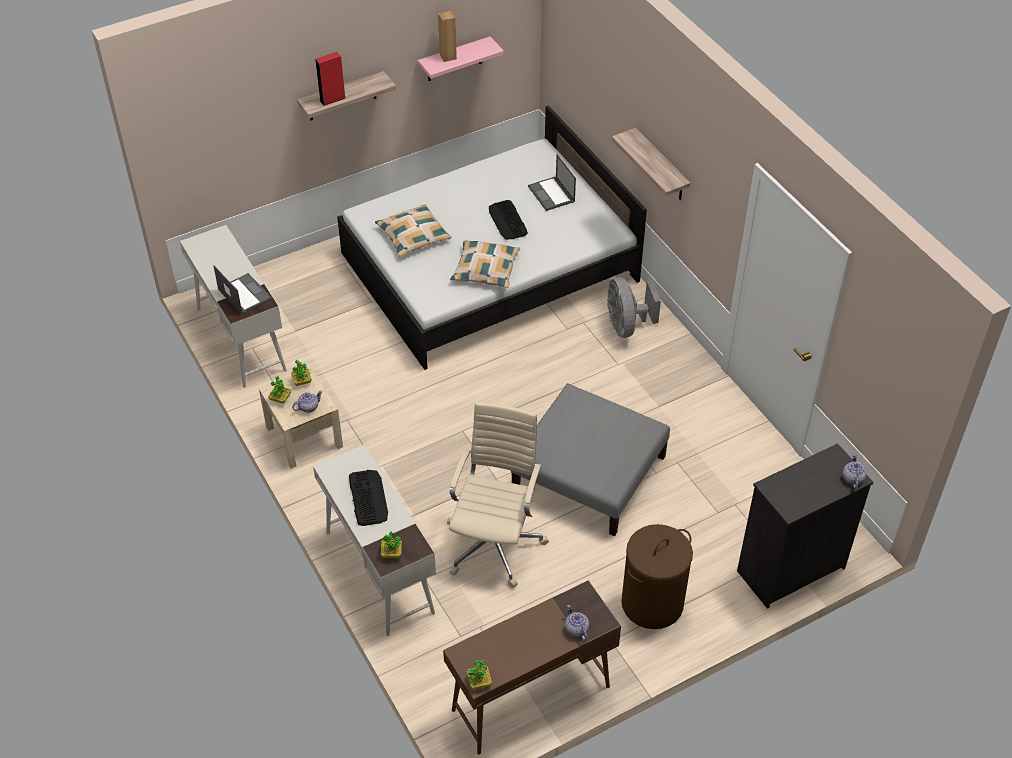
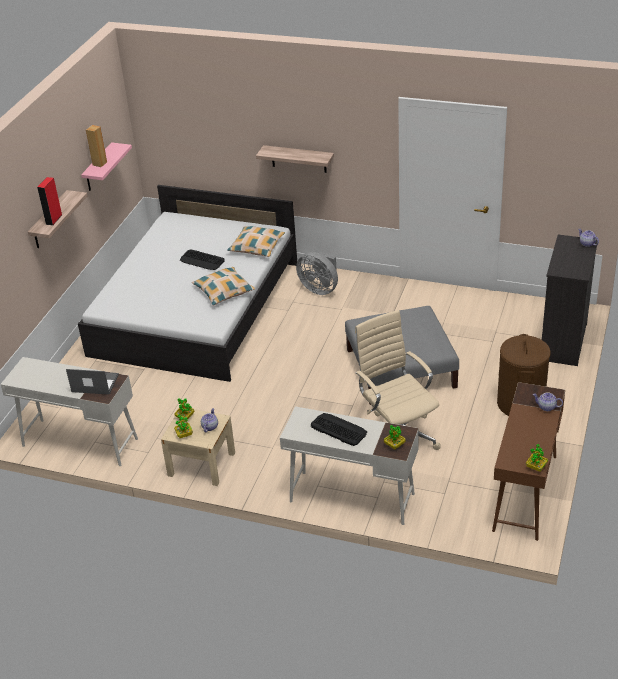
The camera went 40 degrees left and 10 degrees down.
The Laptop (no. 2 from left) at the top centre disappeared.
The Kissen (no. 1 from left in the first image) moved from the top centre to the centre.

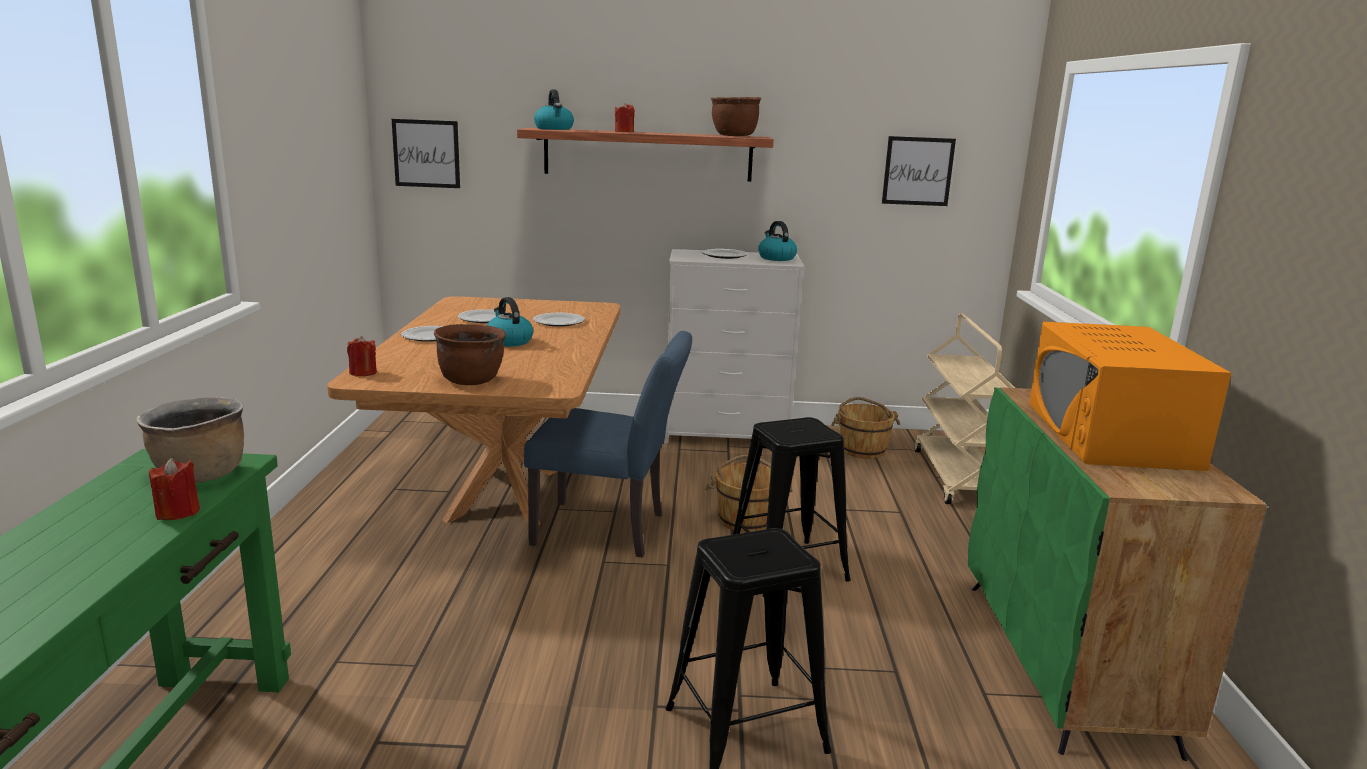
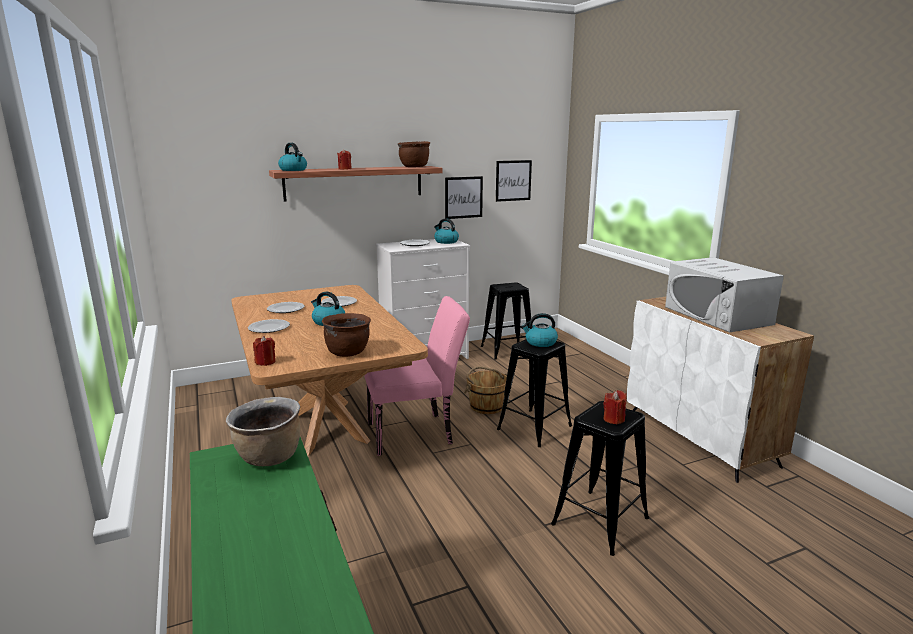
The camera went 25 degrees left and 0 degrees up.
The Rollwagen [beige] at the middle right disappeared.
The Wasserkessel (no. 4 from left) at the centre appeared.
The Kerze [rot] (no. 1 from left in the first image) moved from the middle left to the middle right.
The Bild (no. 1 from left) moved from the top left to the top centre.
The Eimer [braun] (no. 2 from left) at the centre was replaced by the Hocker [schwarz] (no. 1 from left) at the centre.
The Stuhl [blau] at the centre became the Stuhl [rosa] at the centre.
The Schrank [grün] at the bottom right became the Schrank [weiß] at the middle right.
The Mikrowelle [orange] at the middle right became the Mikrowelle [weiß] at the middle right.

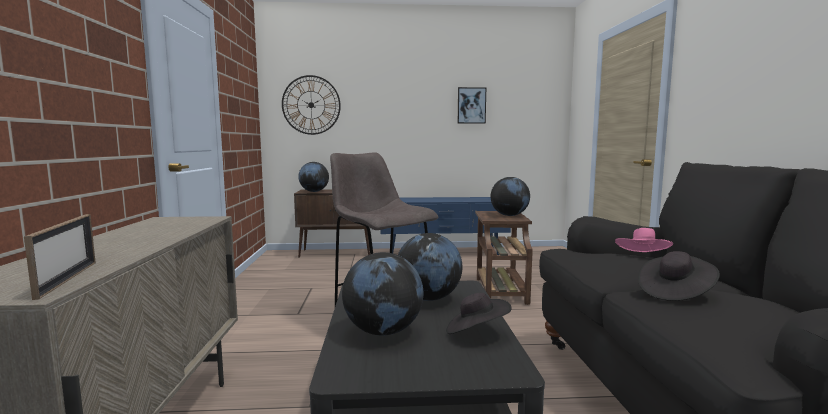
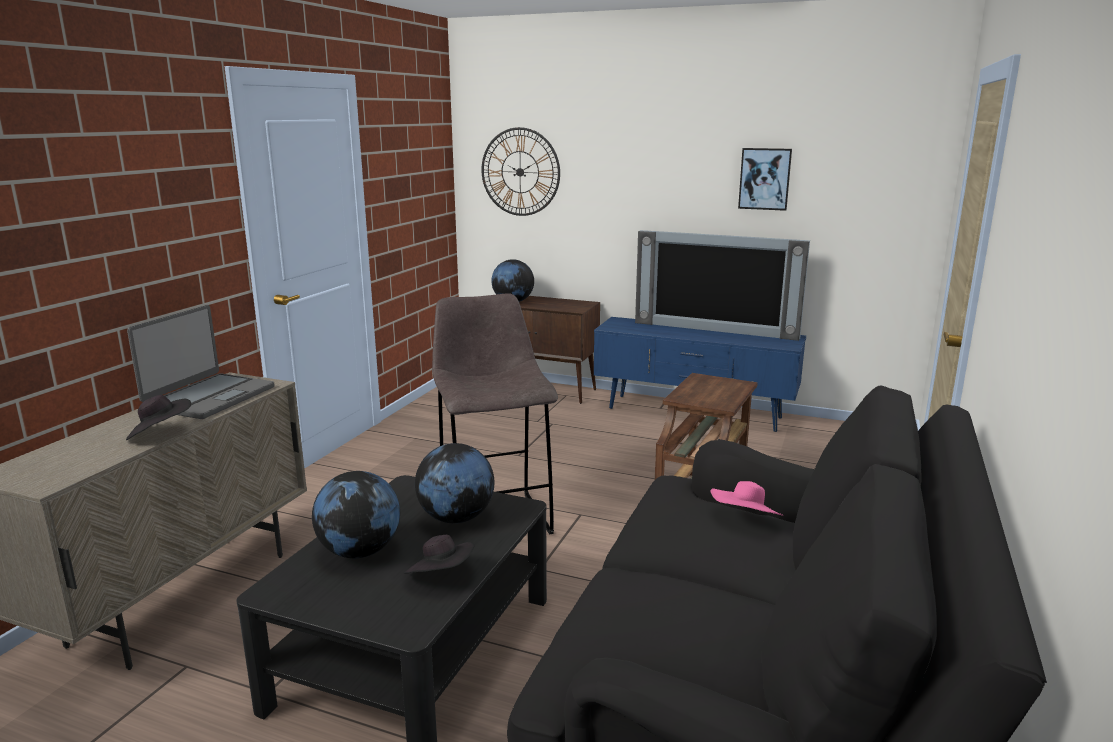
The camera went 25 degrees right and 10 degrees up.
The Bilderrahmen at the middle left disappeared.
The Globus (no. 4 from left) at the centre disappeared.
The Laptop at the middle left appeared.
The Fernseher at the centre appeared.
The Hut [schwarz] (no. 2 from left in the first image) moved from the bottom right to the middle left.

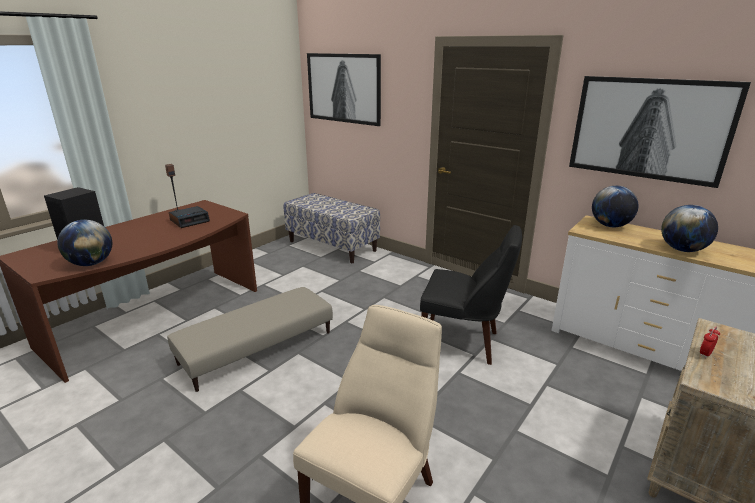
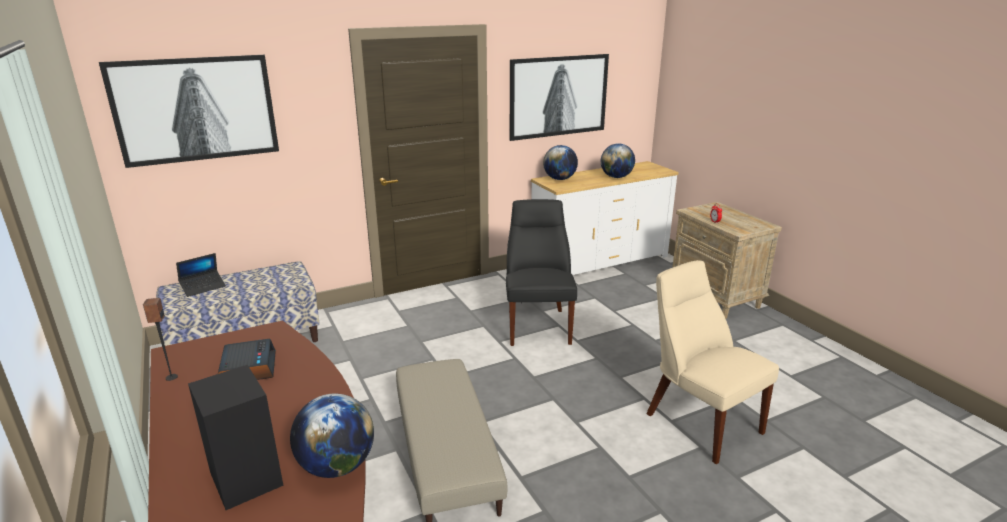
The camera went 65 degrees left and 0 degrees up.
The Laptop at the middle left appeared.
The Stuhl [schwarz] at the centre turned 45 degrees counterclockwise.

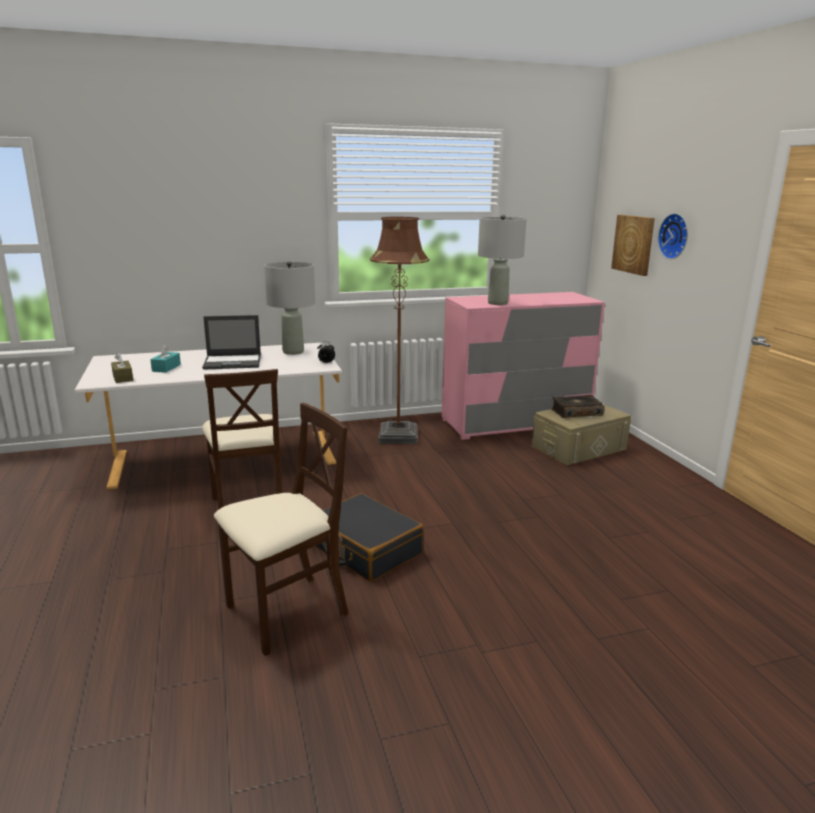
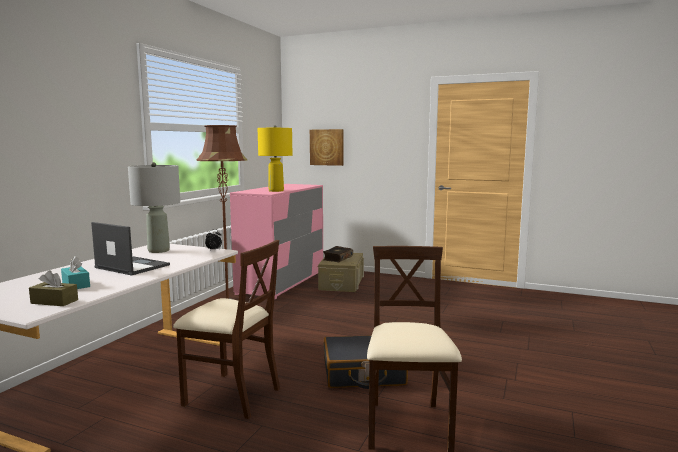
The camera went 50 degrees left and 10 degrees down.
The Wanduhr at the top right disappeared.
The Tischlampe [grau] (no. 2 from left) at the top centre became the Tischlampe [gelb] at the centre.
The Laptop at the middle left turned 90 degrees counterclockwise.

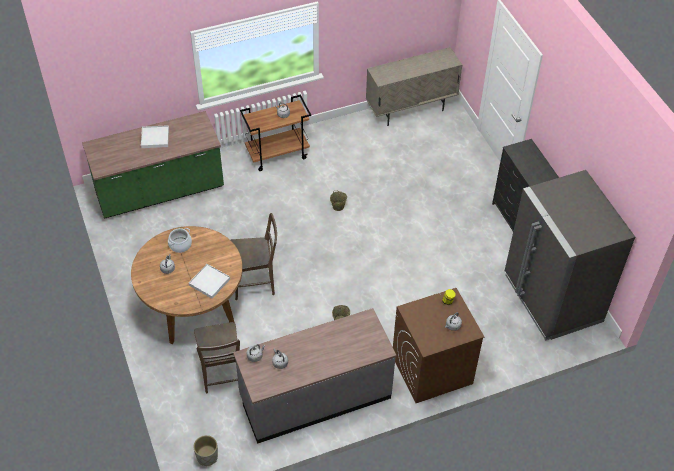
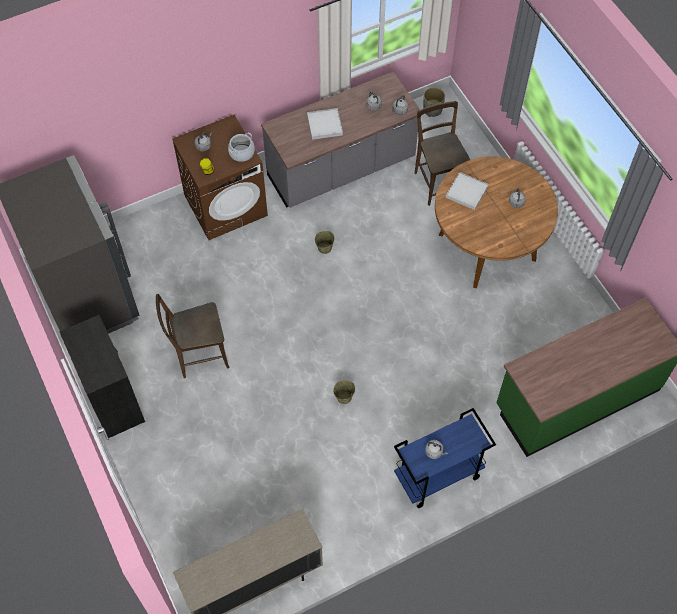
The camera went 175 degrees right and 10 degrees up.
The Tablett [weiß] (no. 1 from left) moved from the top left to the top centre.
The Kochtopf moved from the middle left to the top centre.
The Stuhl [braun] (no. 2 from left in the first image) moved from the centre to the middle left.
The Rollwagen [braun] at the top centre became the Rollwagen [blau] at the bottom centre.

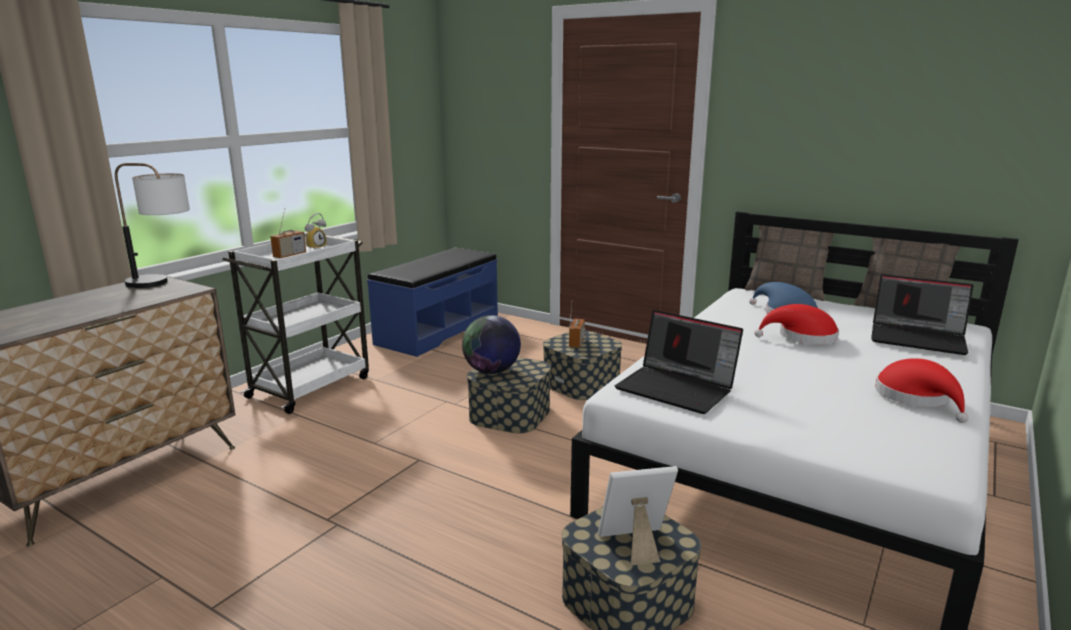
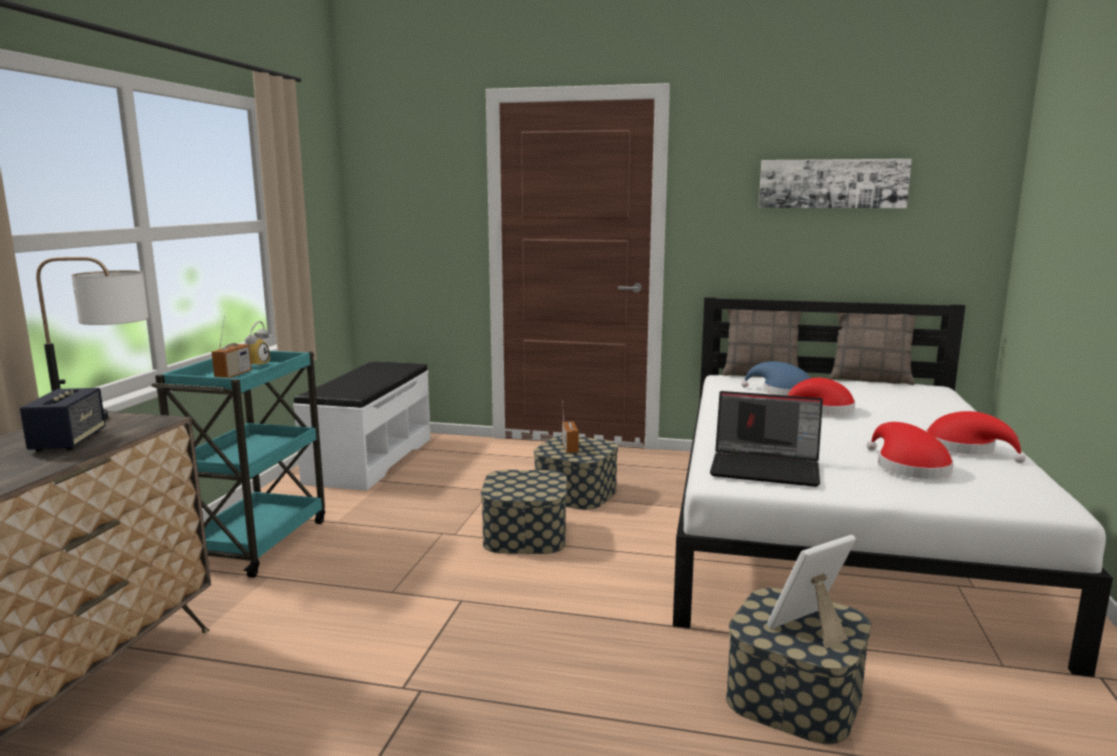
The camera went 20 degrees left and 5 degrees down.
The Globus at the centre disappeared.
The Laptop (no. 2 from left) at the middle right disappeared.
The Lautsprecher at the middle left appeared.
The Bild at the top right appeared.
The Hut [rot] (no. 2 from left) at the middle right appeared.
The Rollwagen [weiß] at the middle left became the Rollwagen [türkis] at the middle left.
The Bank [blau] at the centre became the Bank [weiß] at the middle left.

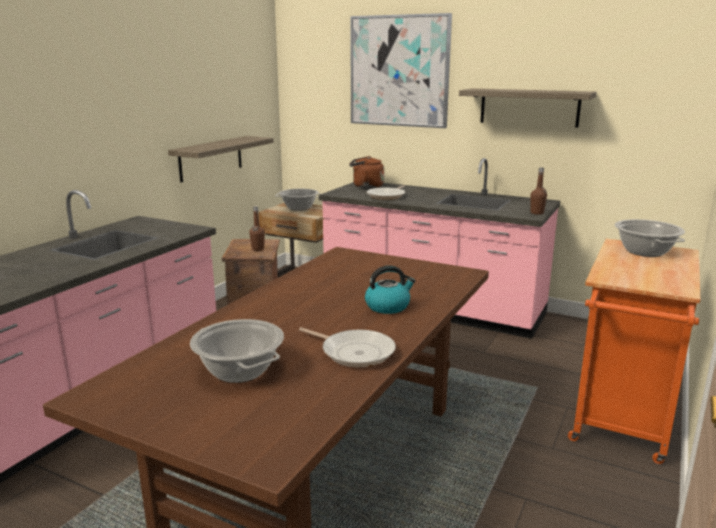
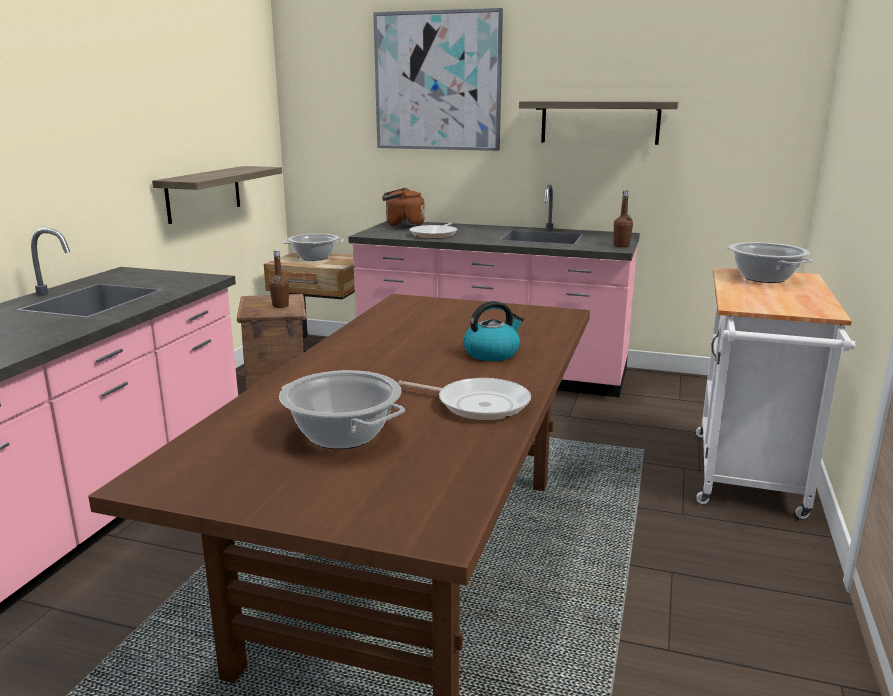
The camera went 10 degrees left and 0 degrees up.
The Rollwagen [orange] at the middle right became the Rollwagen [weiß] at the middle right.

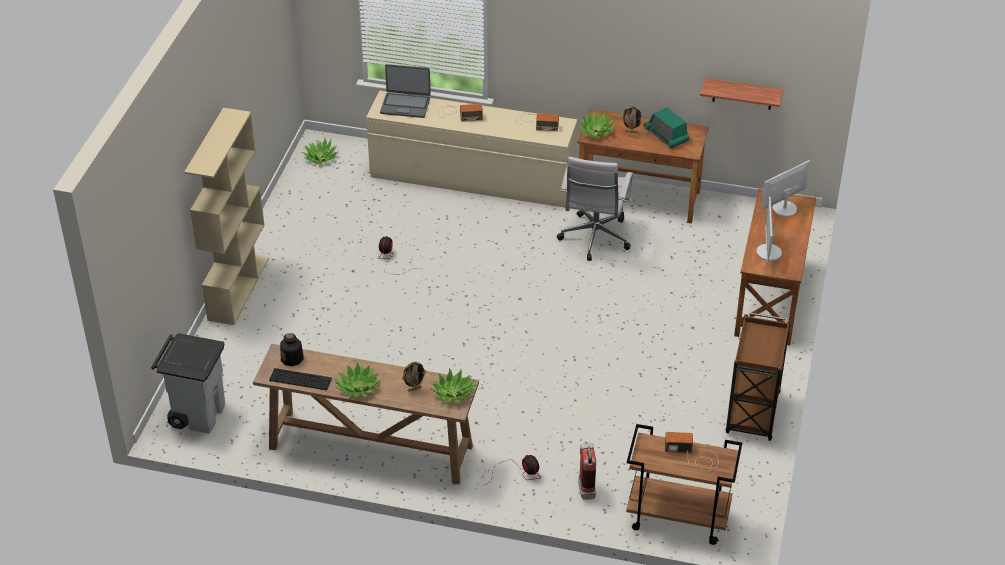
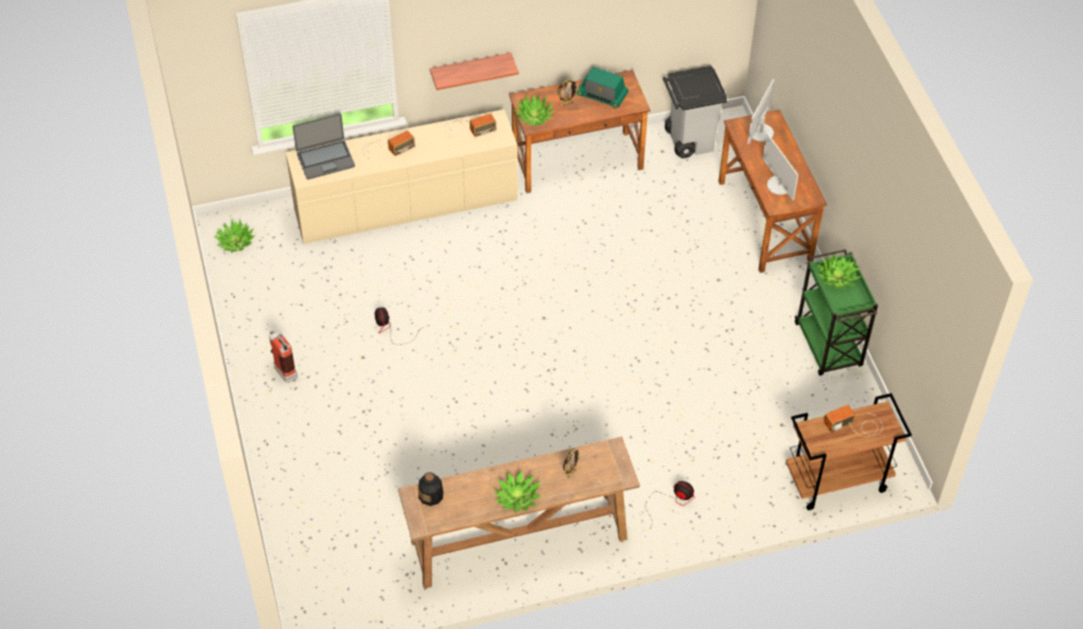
The camera went 30 degrees left and 10 degrees up.
The Bücherregal [beige] at the middle left disappeared.
The Tastatur at the bottom left disappeared.
The Bürostuhl [weiß] at the centre disappeared.
The Mülleimer [grau] moved from the bottom left to the top centre.
The Topfpflanze (no. 3 from left in the first image) moved from the bottom centre to the middle right.
The Feuerlöscher moved from the bottom centre to the middle left.
The Wandregal moved from the top right to the top centre.
The Rollwagen [braun] (no. 2 from left) at the middle right became the Rollwagen [grün] at the middle right.

